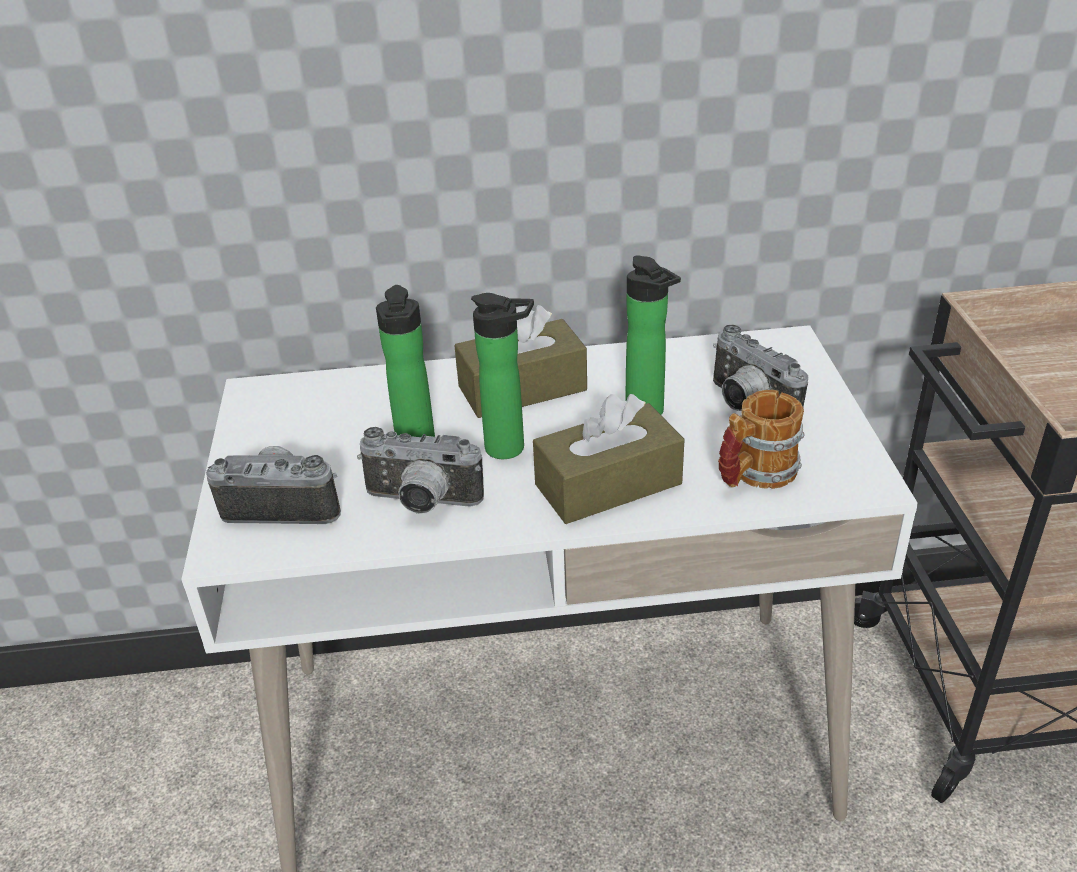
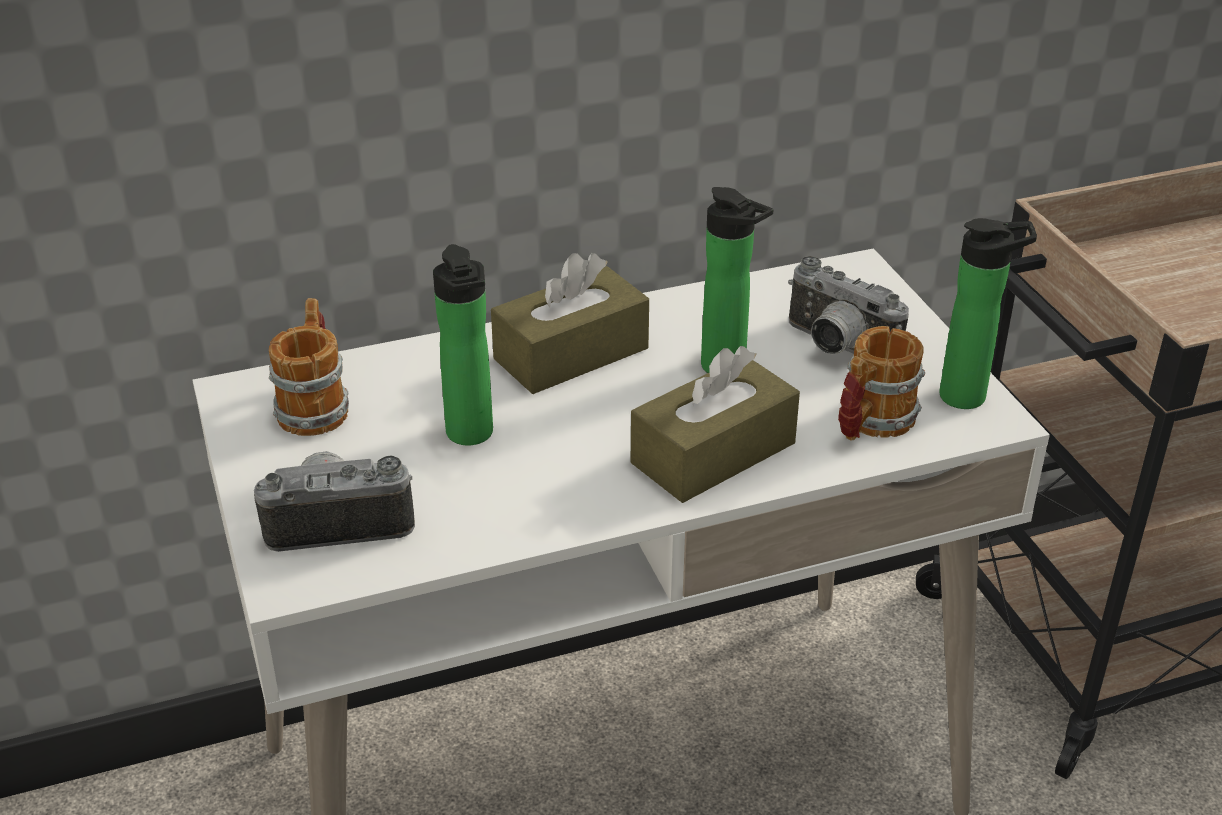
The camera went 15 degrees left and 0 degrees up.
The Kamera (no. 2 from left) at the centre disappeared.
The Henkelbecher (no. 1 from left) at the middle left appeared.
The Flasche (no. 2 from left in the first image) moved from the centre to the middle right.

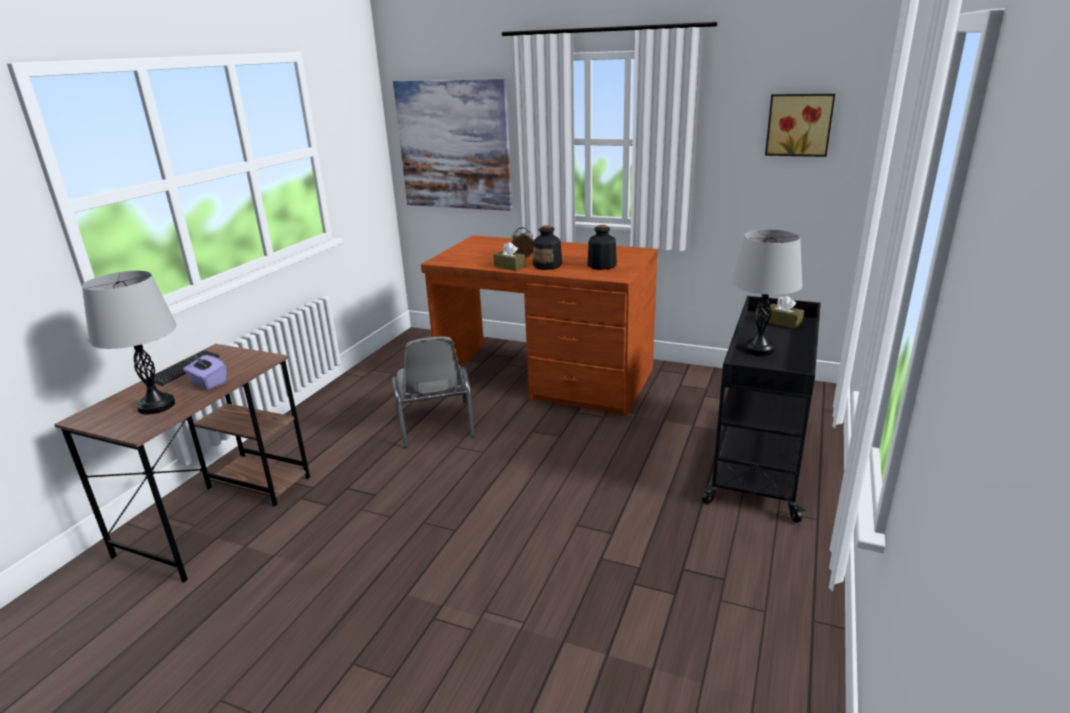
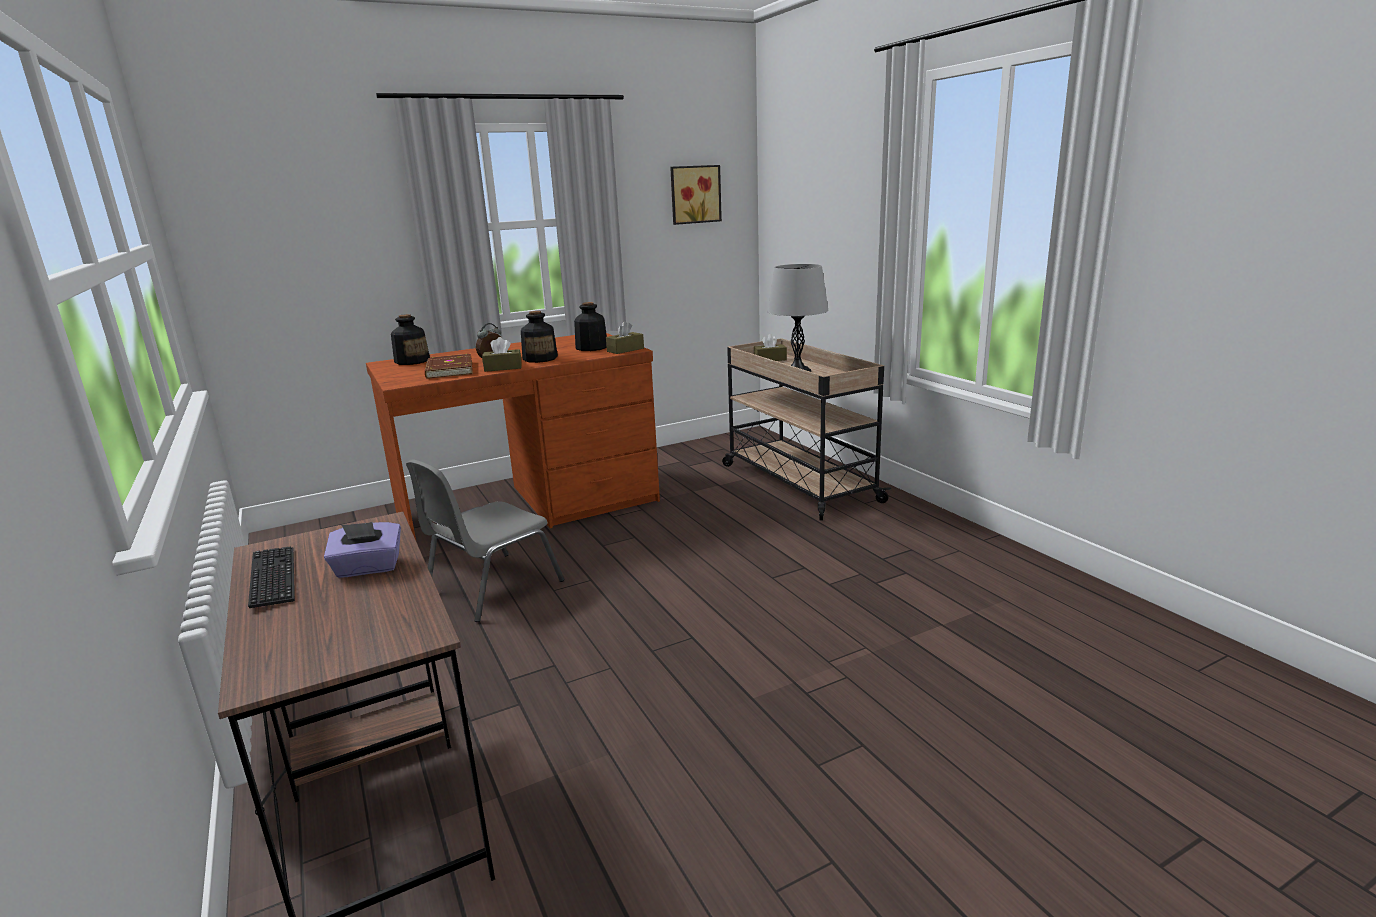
The camera went 50 degrees left and 5 degrees down.
The Tischlampe [grau] (no. 1 from left) at the middle left disappeared.
The Bild (no. 1 from left) at the top centre disappeared.
The Flasche (no. 1 from left) at the middle left appeared.
The Buch [braun] at the middle left appeared.
The Taschentuchbox [braun] (no. 2 from left) at the centre appeared.
The Rollwagen [schwarz] at the middle right became the Rollwagen [beige] at the centre.
The Stuhl [grau] at the centre turned 105 degrees clockwise.

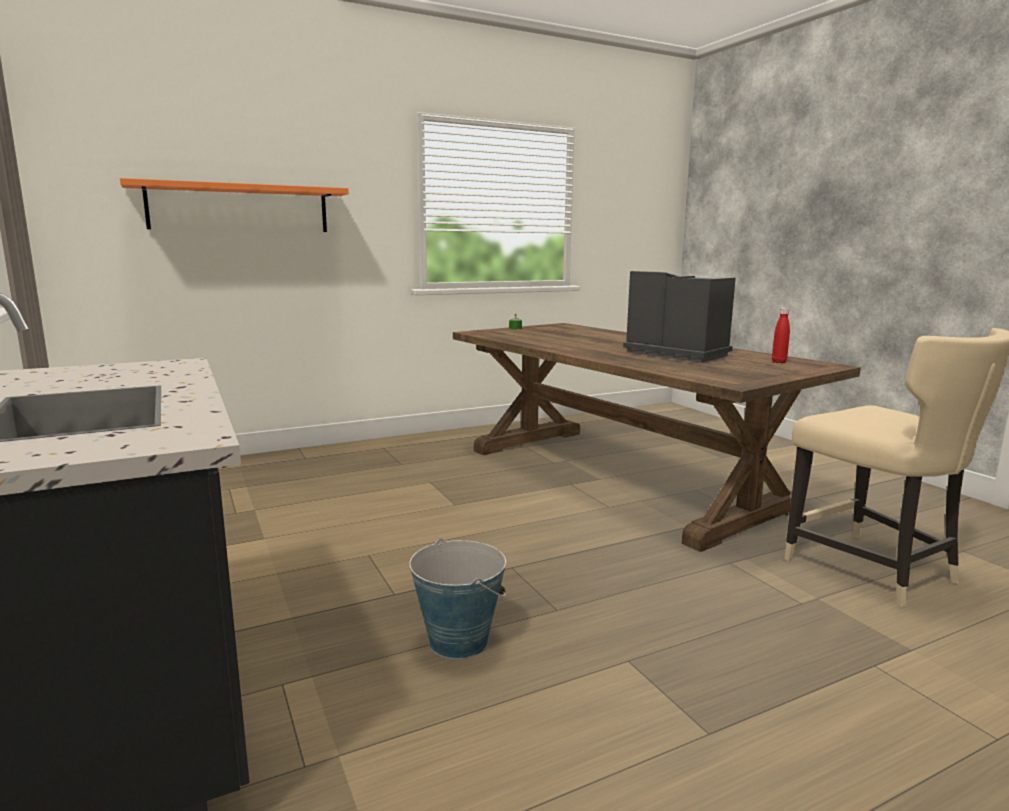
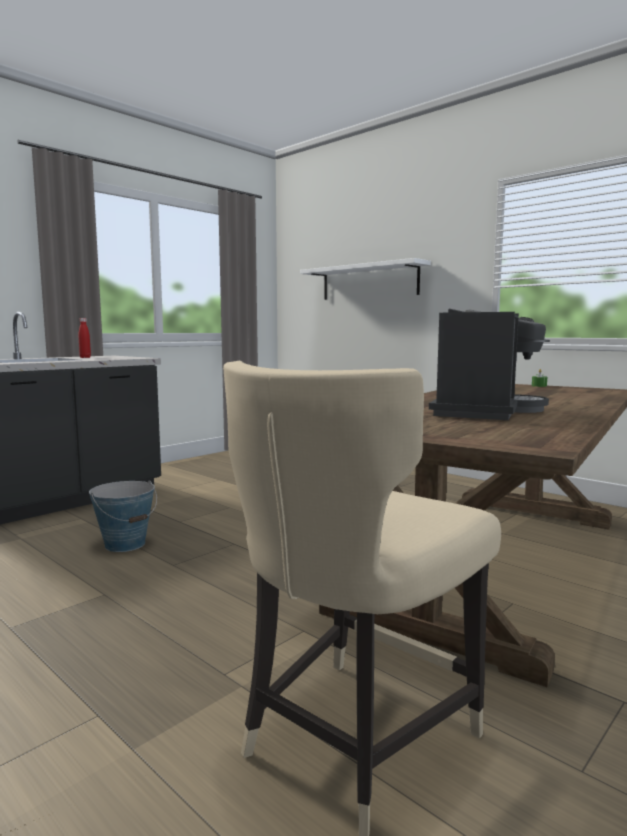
The camera went 70 degrees right and 5 degrees down.
The Flasche [rot] moved from the middle right to the middle left.
The Wandregal [orange] at the top left became the Wandregal [weiß] at the centre.

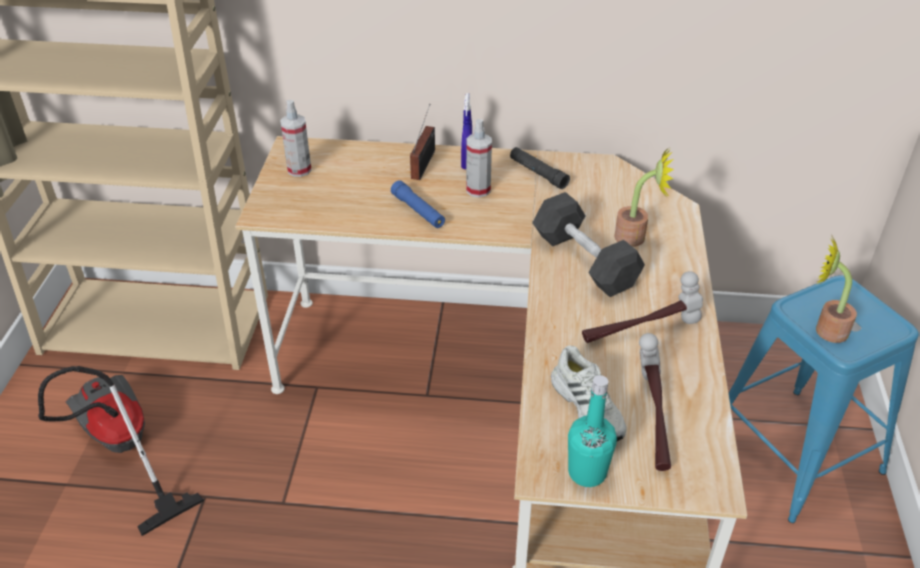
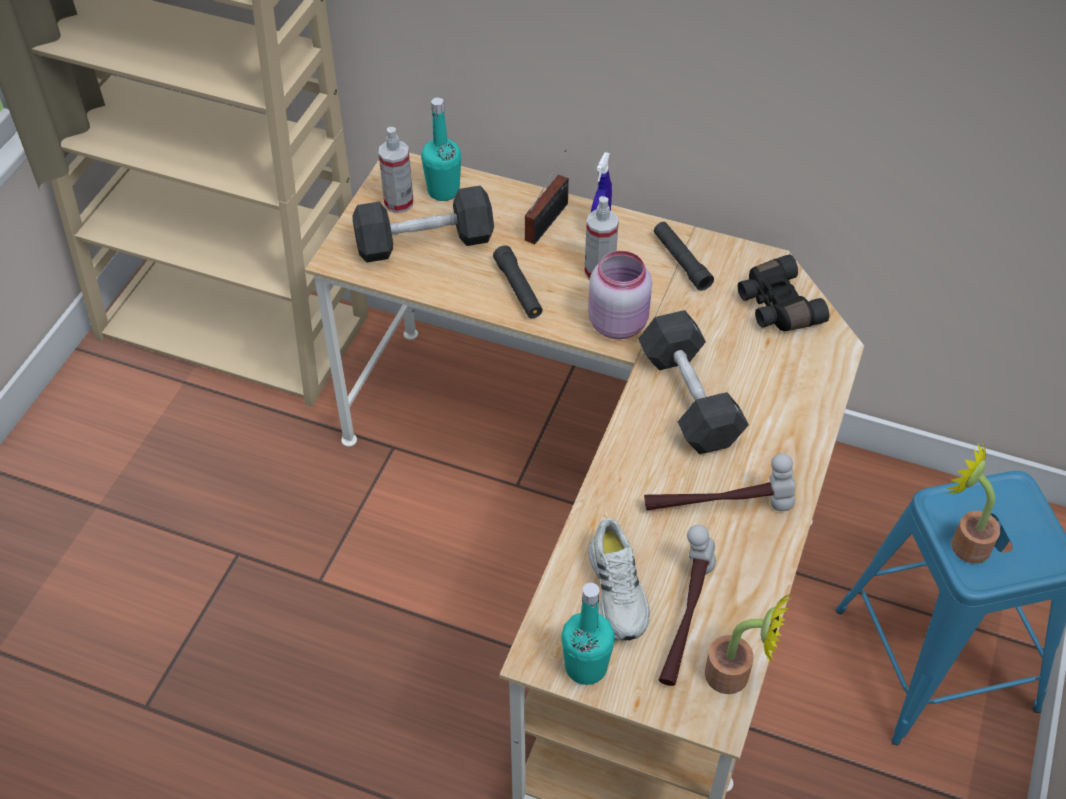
The camera went 15 degrees right and 10 degrees up.
The Staubsauger at the bottom left disappeared.
The Hantel [schwarz] (no. 1 from left) at the top centre appeared.
The Flasche [türkis] (no. 1 from left) at the top centre appeared.
The Vorratsglas [rosa] at the centre appeared.
The Fernglas [schwarz] at the middle right appeared.
The Topfpflanze (no. 1 from left) moved from the middle right to the bottom right.
The Taschenlampe [blau] at the centre became the Taschenlampe [schwarz] (no. 1 from left) at the centre.

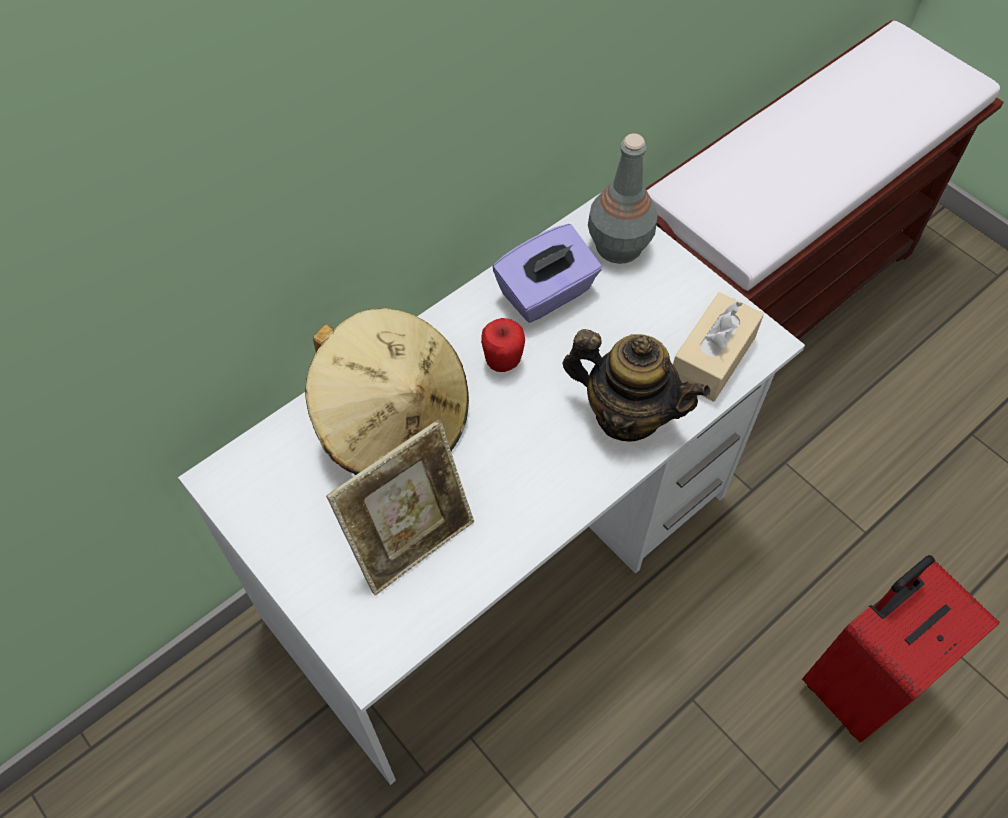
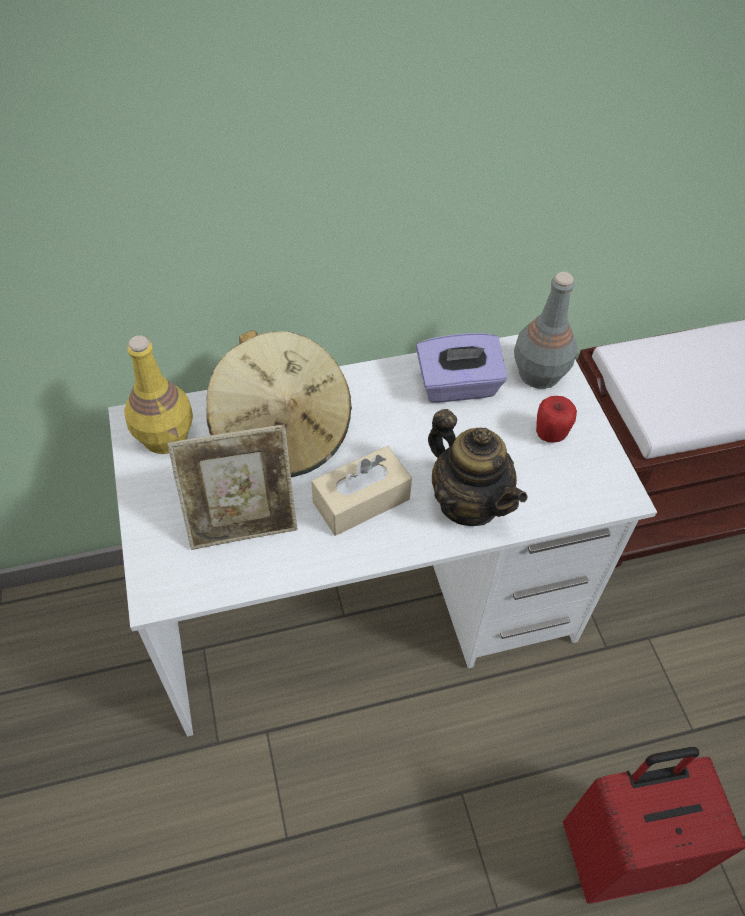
The camera went 25 degrees right and 5 degrees down.
The Flasche [gelb] at the middle left appeared.
The Apfel moved from the centre to the middle right.
The Taschentuchbox [beige] moved from the middle right to the centre.

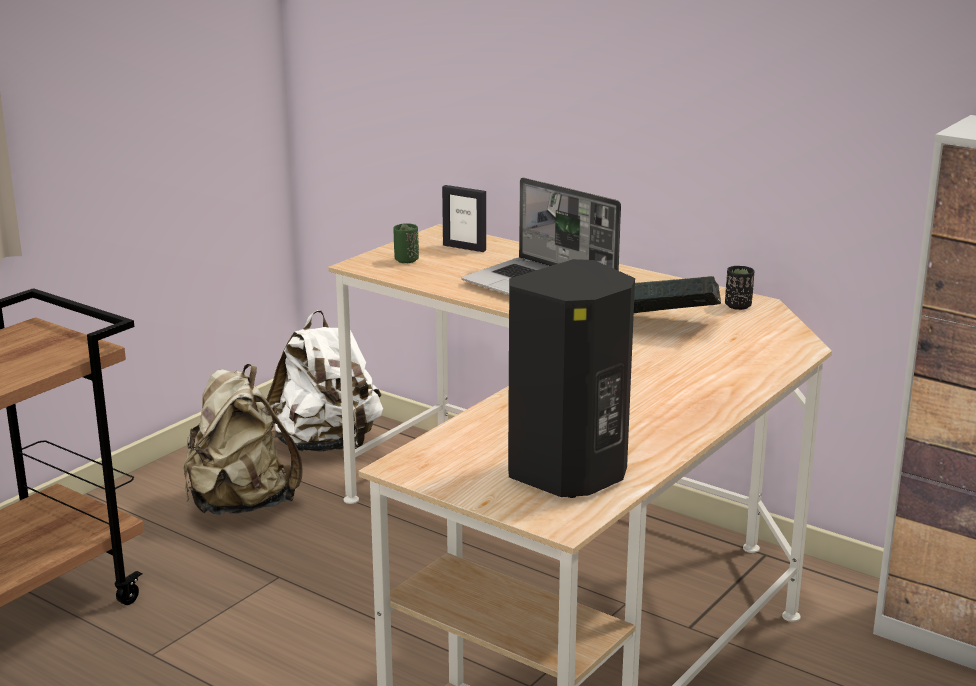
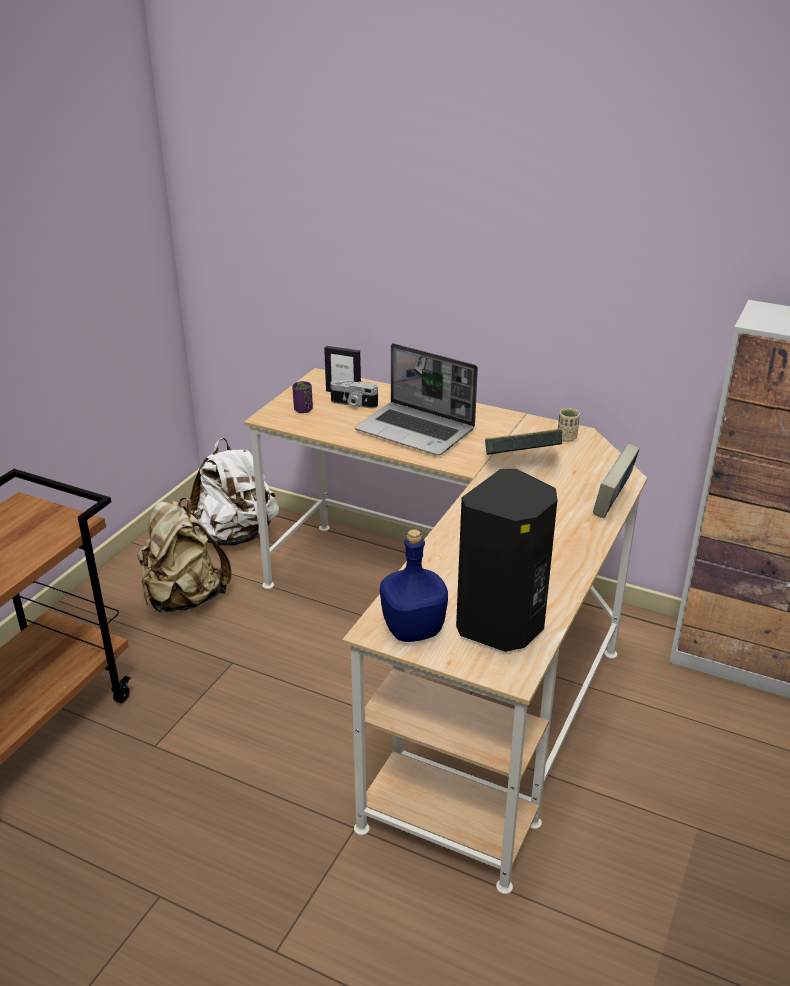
The camera went 10 degrees left and 10 degrees up.
The Kamera at the centre appeared.
The Flasche [blau] at the centre appeared.
The Buch (no. 2 from left) at the middle right appeared.
The Tasse [grün] at the centre became the Tasse [lila] at the centre.
The Tasse [schwarz] at the middle right became the Tasse [beige] at the middle right.

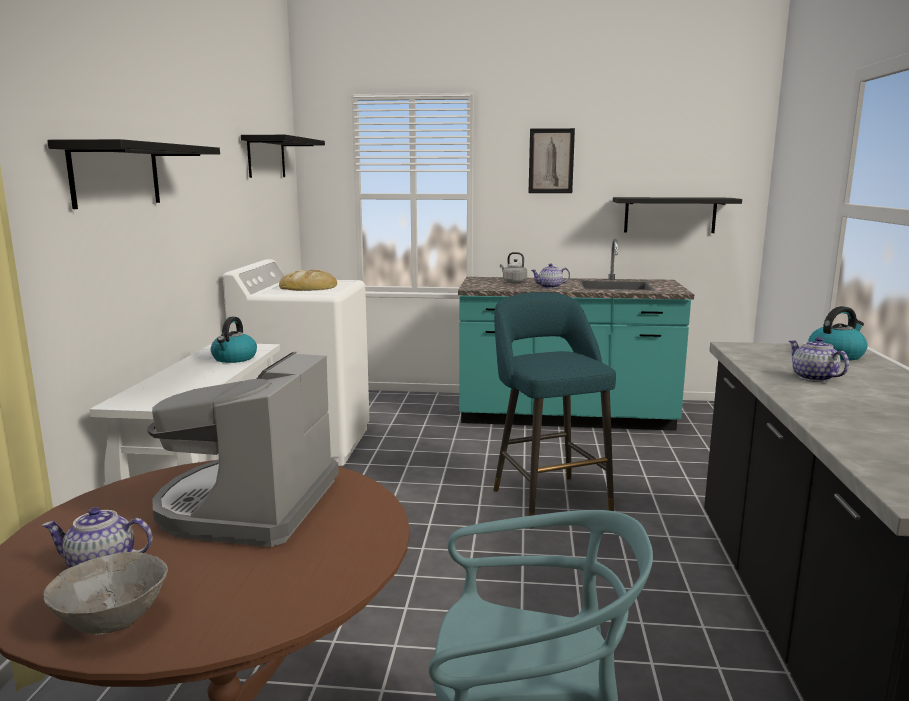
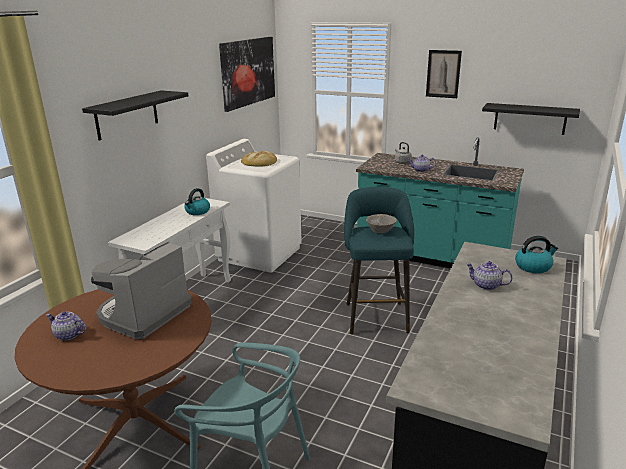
The camera went 20 degrees right and 10 degrees up.
The Schüssel [grau] moved from the bottom left to the centre.
The Wandregal [schwarz] (no. 2 from left) at the top left was replaced by the Bild (no. 1 from left) at the top centre.
The Teekanne (no. 3 from left) at the middle right turned 60 degrees counterclockwise.

